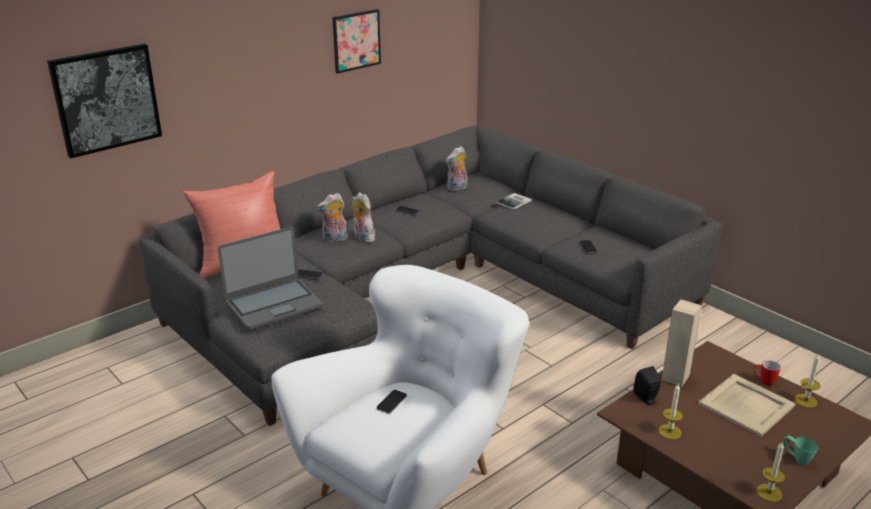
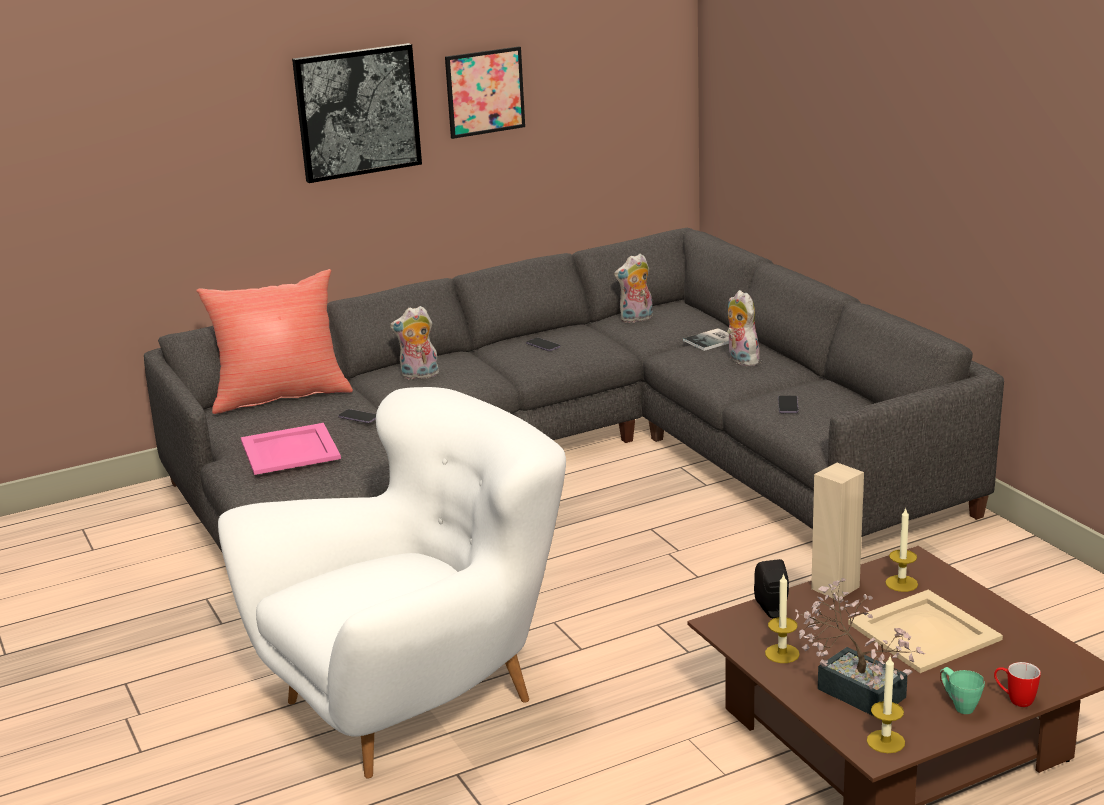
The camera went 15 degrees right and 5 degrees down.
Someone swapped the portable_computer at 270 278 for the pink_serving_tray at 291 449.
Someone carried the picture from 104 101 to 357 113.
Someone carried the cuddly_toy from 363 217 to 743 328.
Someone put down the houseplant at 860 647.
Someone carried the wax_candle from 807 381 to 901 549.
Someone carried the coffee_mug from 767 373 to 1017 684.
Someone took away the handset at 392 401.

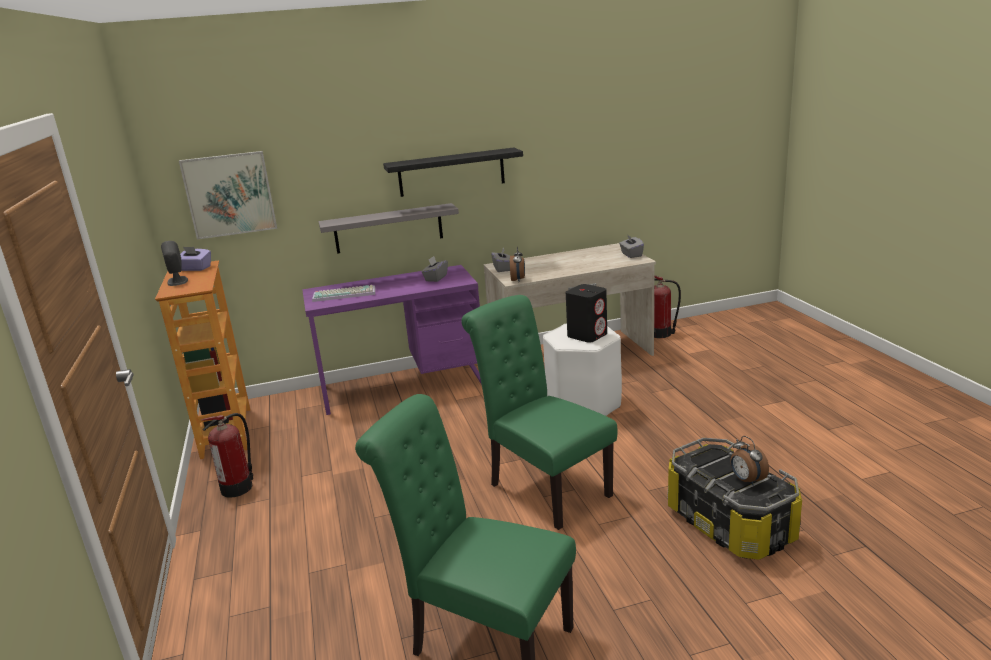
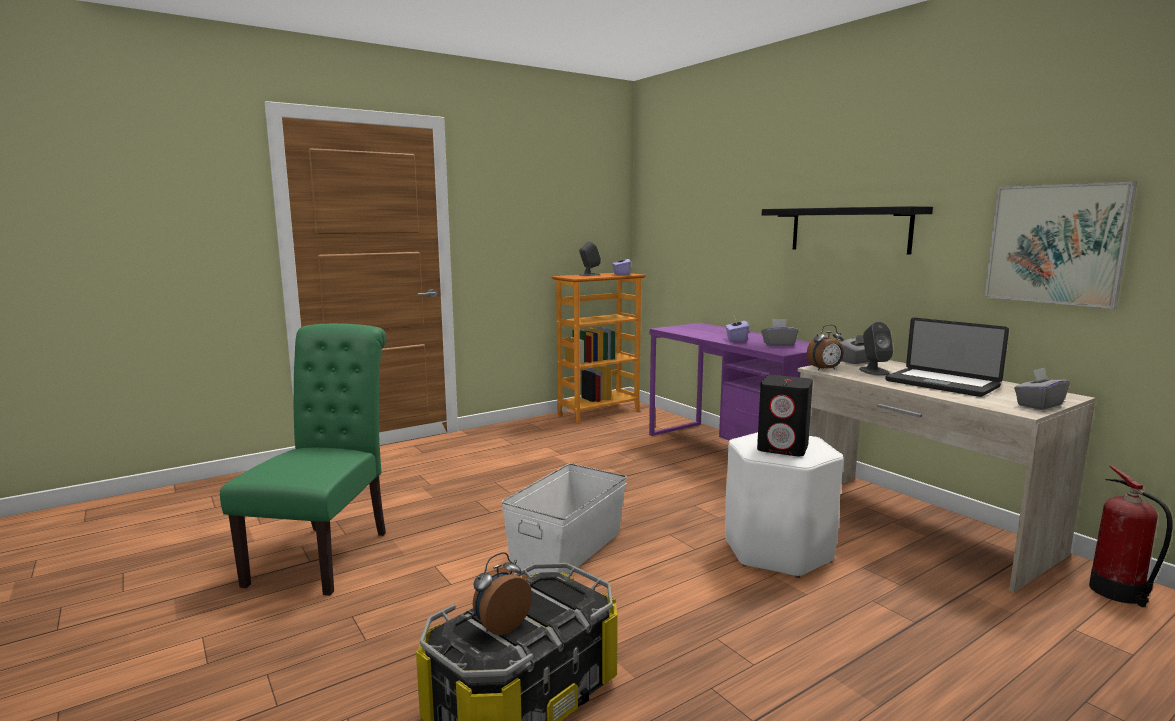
The camera went 70 degrees right and 10 degrees down.
Someone swapped the green-coloured_chair at 539 412 for the white_storage_container at 564 519.
Someone put down the purple-coloured_box_of_tissues at 737 330.
Someone put down the greyish_audio_speaker at 876 349.
Someone put down the portable_computer at 947 357.
Someone carried the picture from 228 195 to 1060 245.
Someone took away the fire_extinguisher at 227 455.
Someone took away the computer_keyboard at 343 293.
Someone took away the greyish_wall_shelf at 388 228.

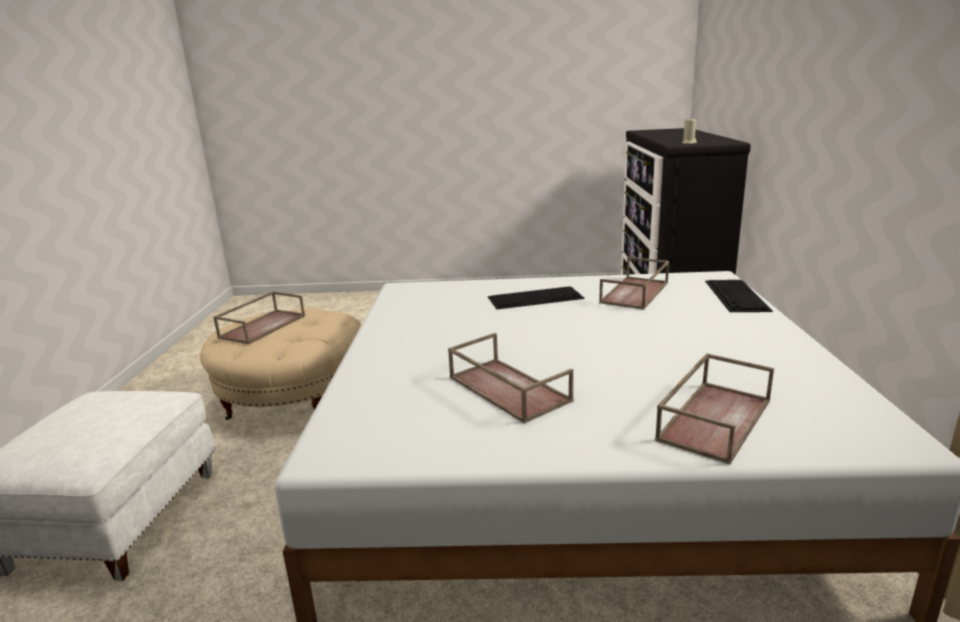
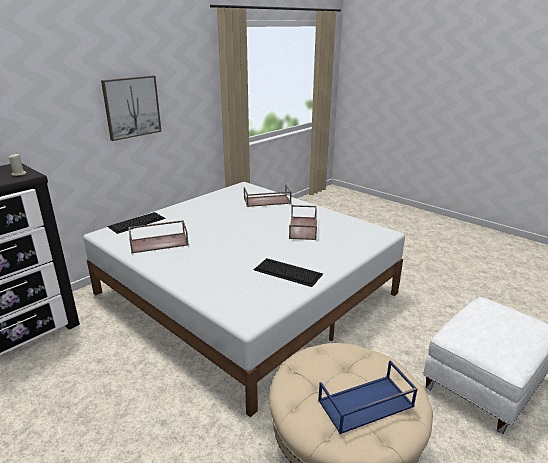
The camera went 140 degrees left and 5 degrees up.
Someone put up the picture at 131 108.
Someone carried the computer_keyboard from 536 298 to 288 272.
Someone repainted the brown-coloured_serving_tray at 259 317, which became the blue-coloured_serving_tray at 368 397.

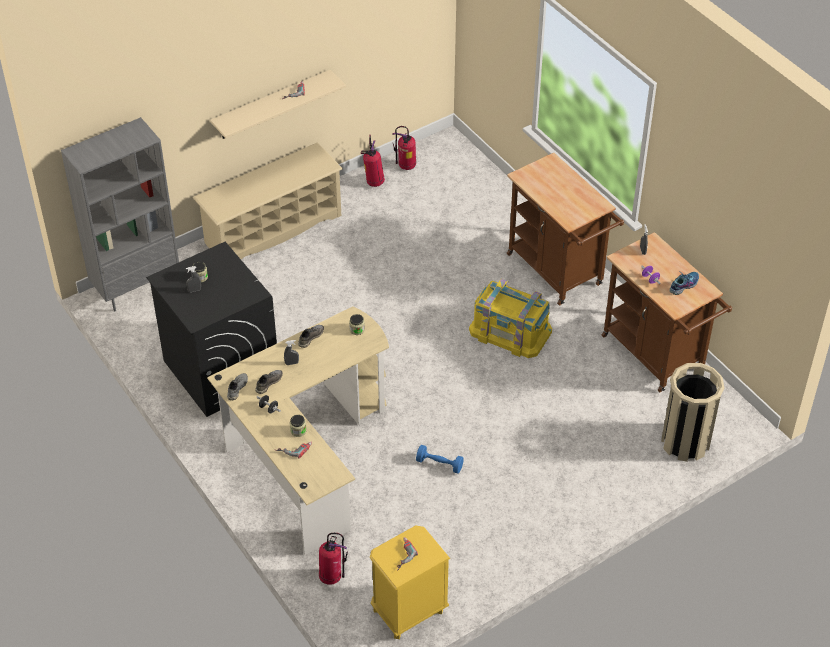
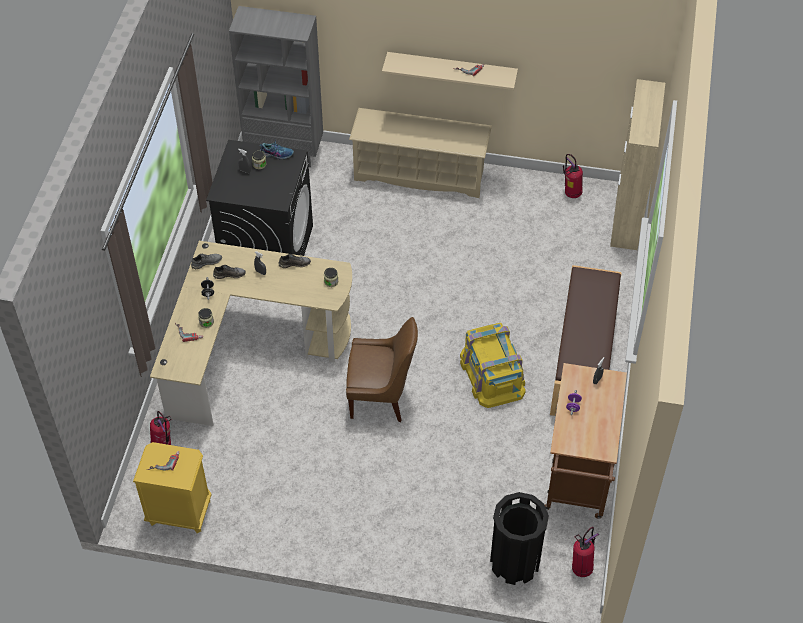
The camera went 45 degrees right and 5 degrees up.
Someone carried the low_shoe from 684 283 to 277 150.
Someone put down the brown-coloured_chair at 382 369.
Someone repainted the beige-coloured_waste_bin at 692 412, which became the black_waste_bin at 519 538.
Someone swapped the brown-coloured_wheeled_cart at 565 229 for the brown-coloured_indoor_bench at 586 340.
Someone carried the fire_extinguisher from 373 161 to 585 552.
Someone put down the beige-coloured_cabinet at 637 164.
Someone took away the blue-coloured_dumbbell at 440 459.

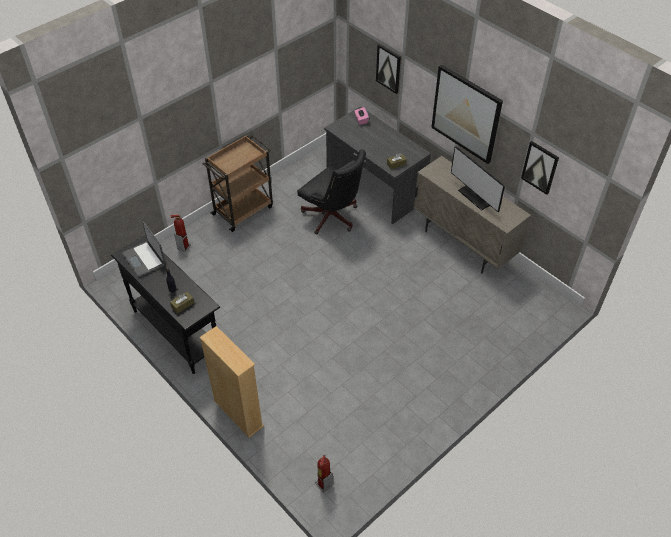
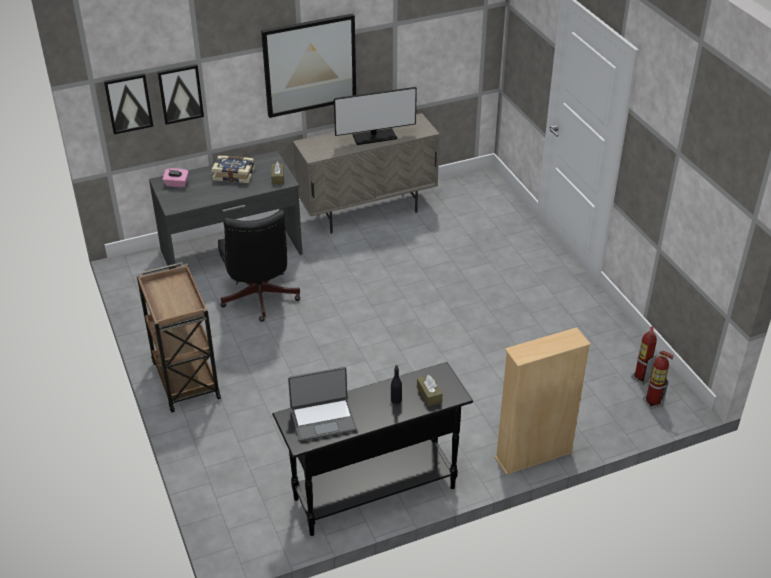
The camera went 70 degrees left and 10 degrees down.
Someone carried the picture from 540 168 to 128 104.
Someone put down the book at 233 169.
Someone rotated the black_computer_chair at 331 191 by 105 degrees clockwise.
Someone carried the fire_extinguisher from 181 233 to 644 355.

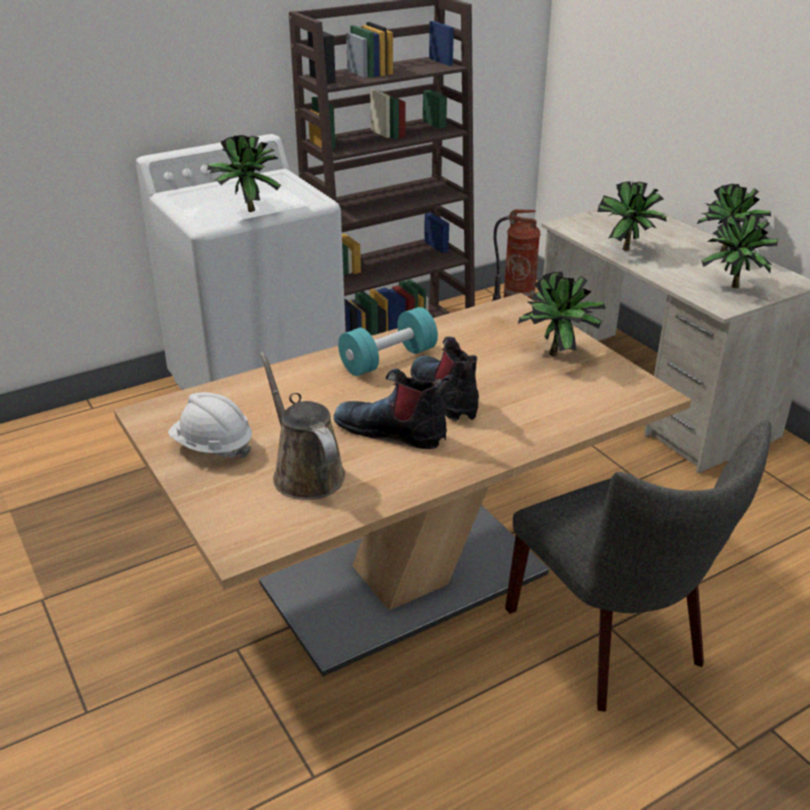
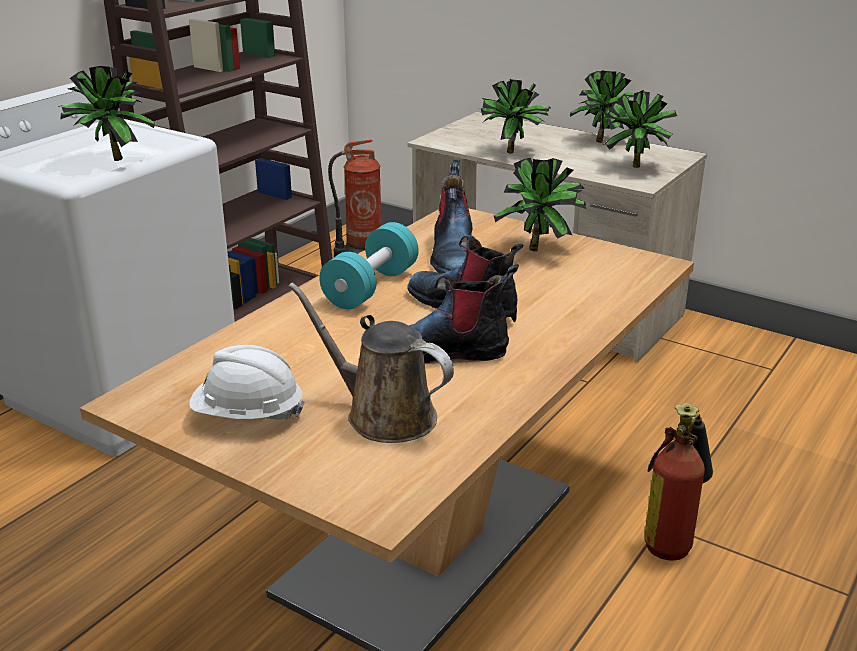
The camera went 25 degrees left and 5 degrees down.
Someone put down the boot at 451 217.
Someone swapped the greyish_chair at 638 566 for the fire_extinguisher at 678 481.

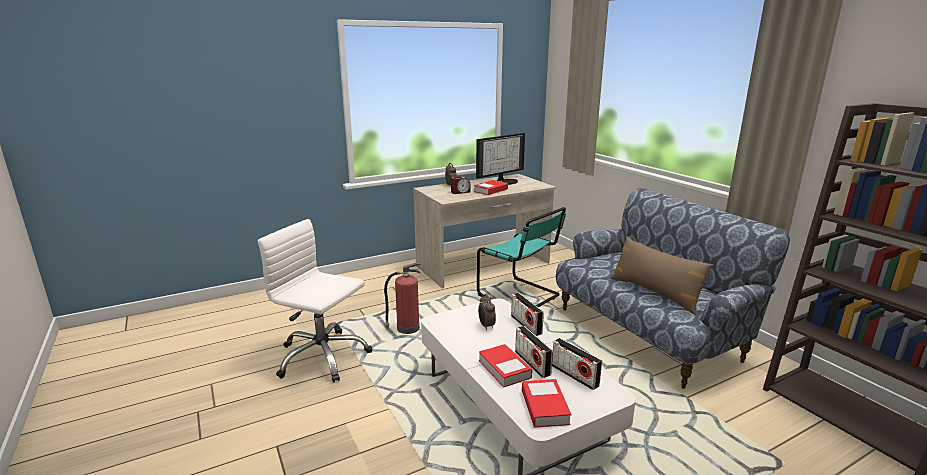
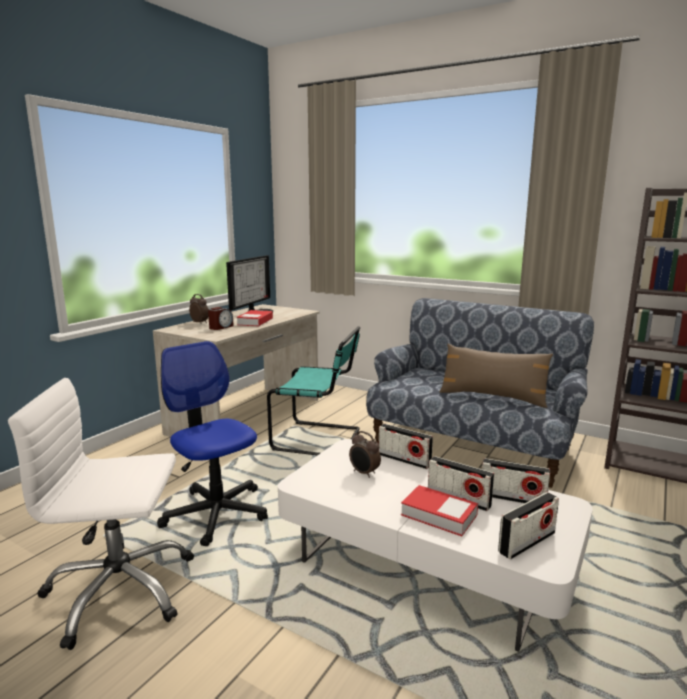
The camera went 30 degrees left and 5 degrees down.
Someone swapped the fire_extinguisher at 402 298 for the computer_chair at 212 443.
Someone swapped the book at 546 403 for the radio_receiver at 528 525.

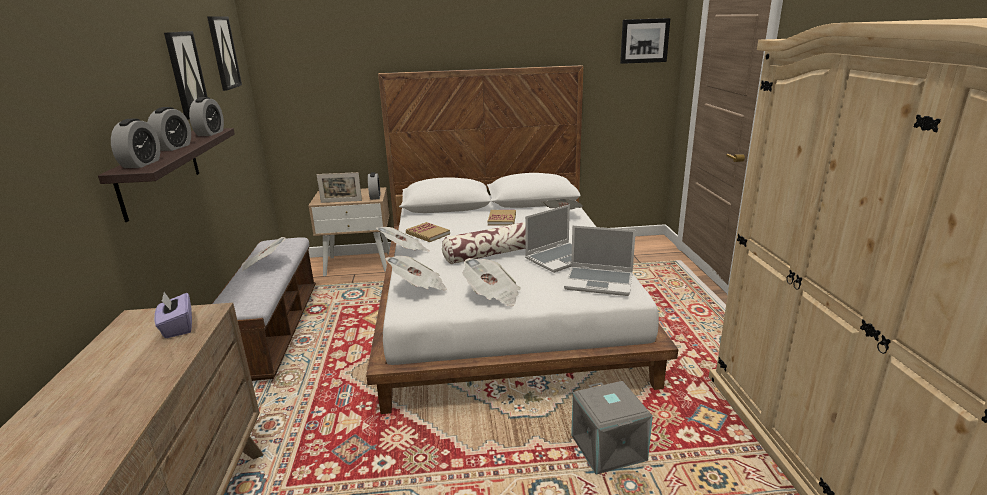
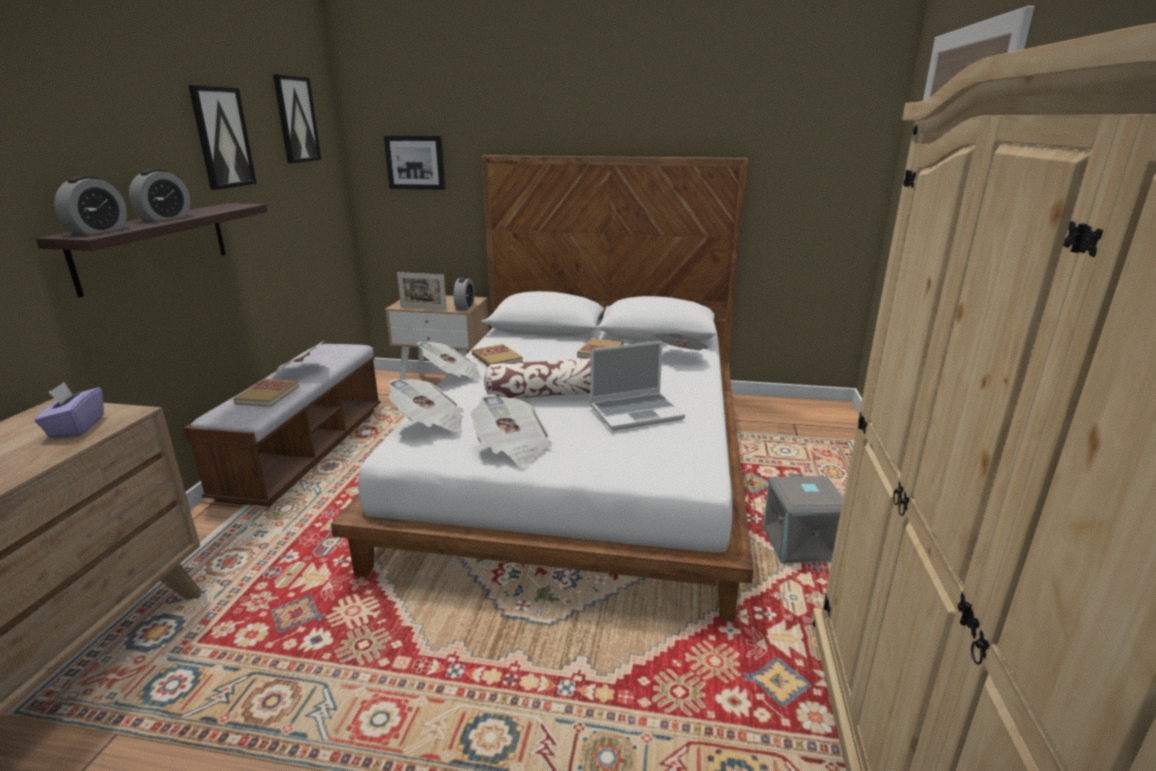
The camera went 15 degrees right and 0 degrees up.
Someone put down the book at 266 393.
Someone carried the picture from 645 41 to 414 162.
Someone carried the greyish_storage_container from 612 427 to 803 518.
Someone took away the table_clock at 206 116.
Someone took away the portable_computer at 600 260.

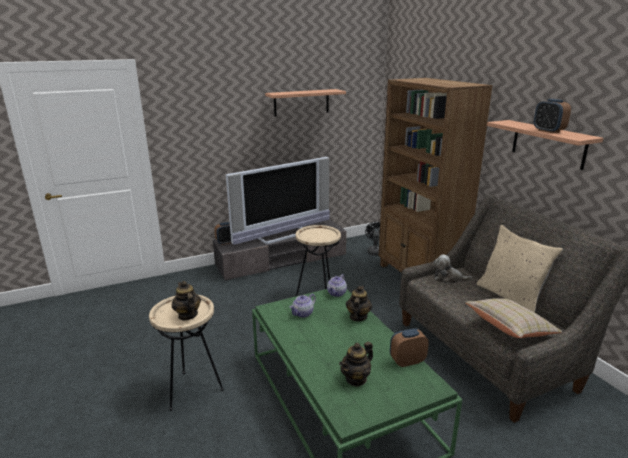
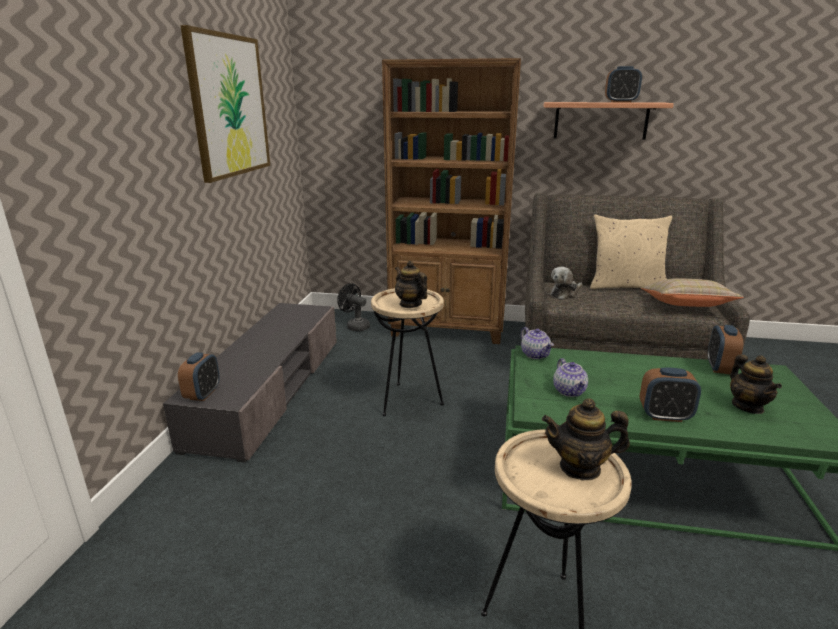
The camera went 55 degrees left and 0 degrees up.
Someone swapped the wall_shelf at 305 103 for the picture at 225 104.
Someone carried the pot_for_tea from 359 303 to 411 284.
Someone put down the table_clock at 670 395.
Someone took away the television at 278 201.

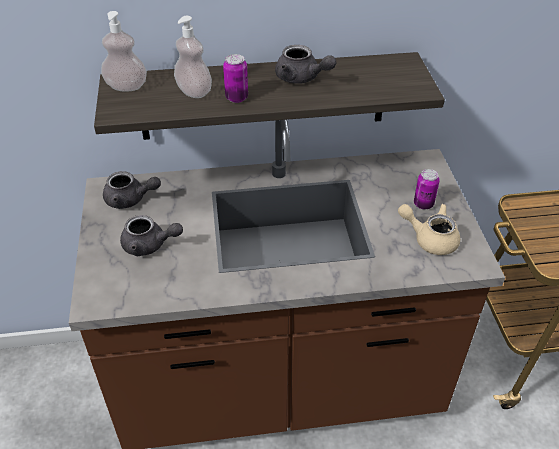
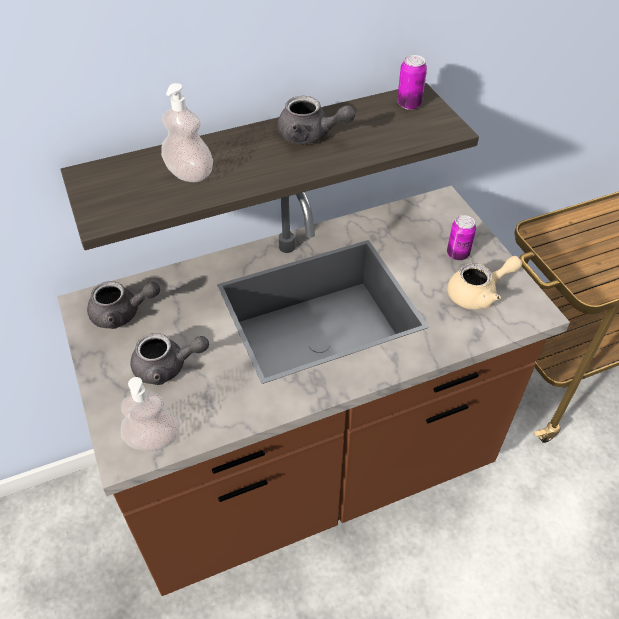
The camera went 15 degrees left and 5 degrees up.
Someone carried the soap_dispenser from 124 51 to 150 414.
Someone carried the sealed_can from 235 78 to 412 82.
Someone rotated the beige-coloured_pot_for_tea at 429 229 by 150 degrees clockwise.

